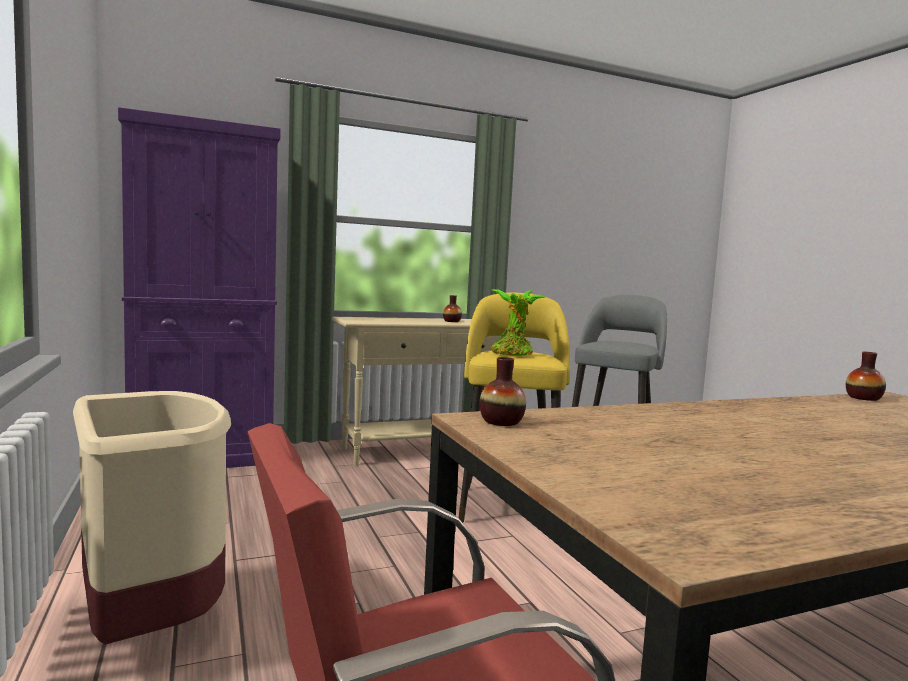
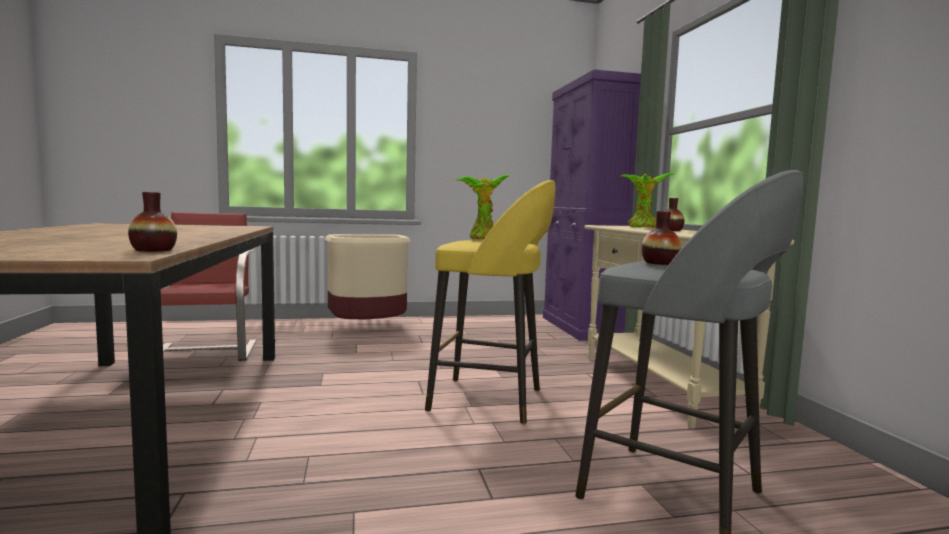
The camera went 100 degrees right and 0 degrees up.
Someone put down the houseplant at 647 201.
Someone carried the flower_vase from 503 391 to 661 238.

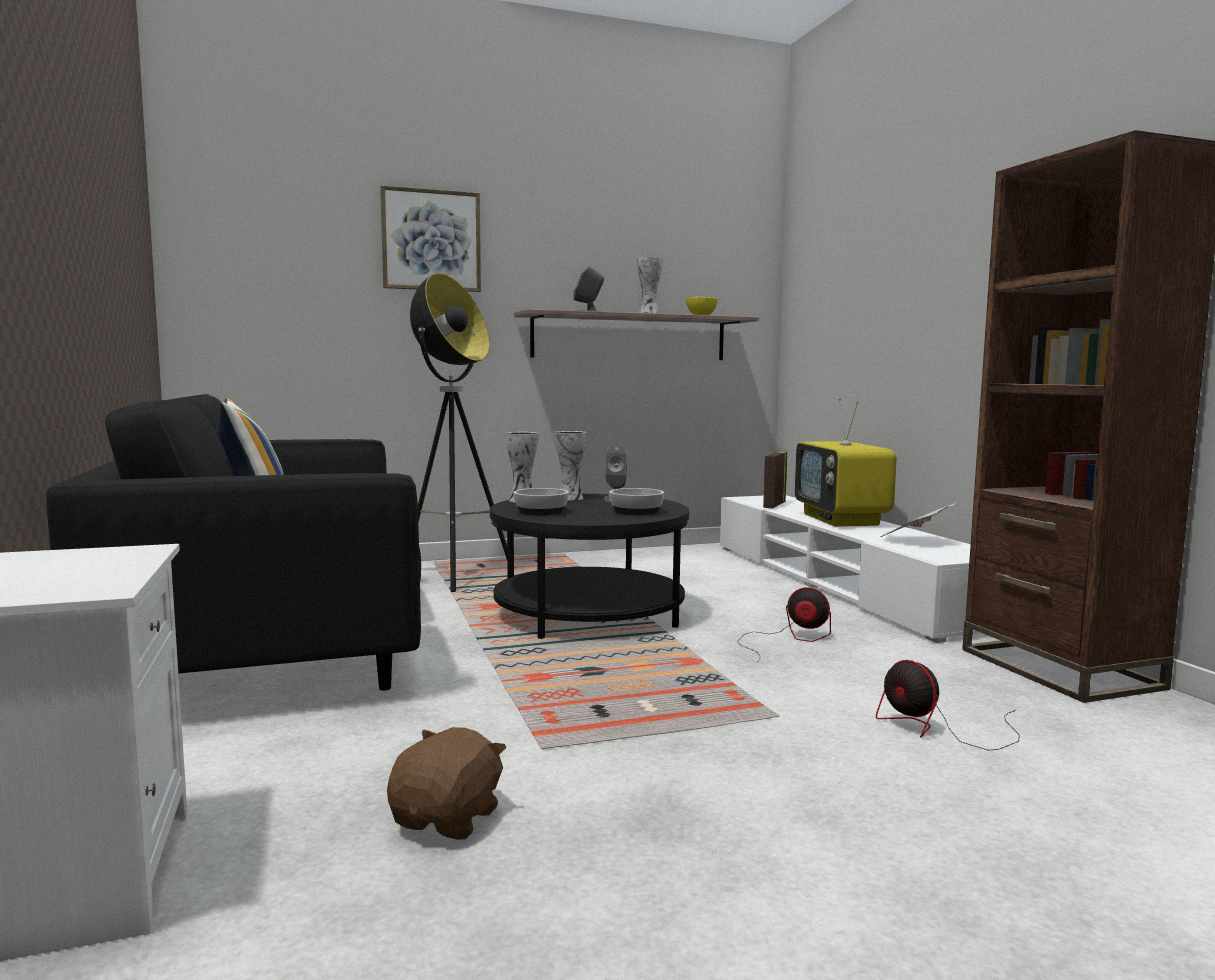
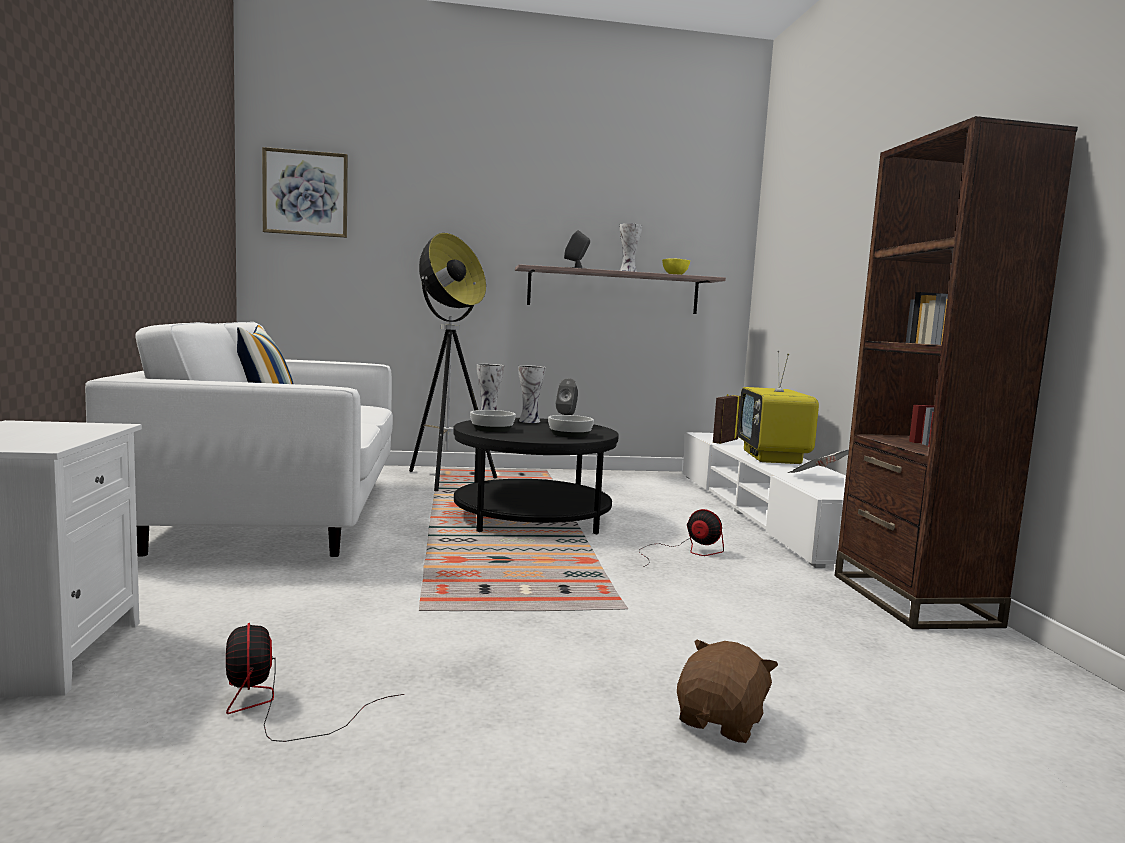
The camera went 10 degrees right and 0 degrees up.
Someone repainted the black_settee at 233 542, which became the white_settee at 239 439.
Someone carried the electric_fan from 947 705 to 315 682.
Someone carried the picture from 430 238 to 305 192.
Someone carried the brown-coloured_cuddly_toy from 446 783 to 727 691.

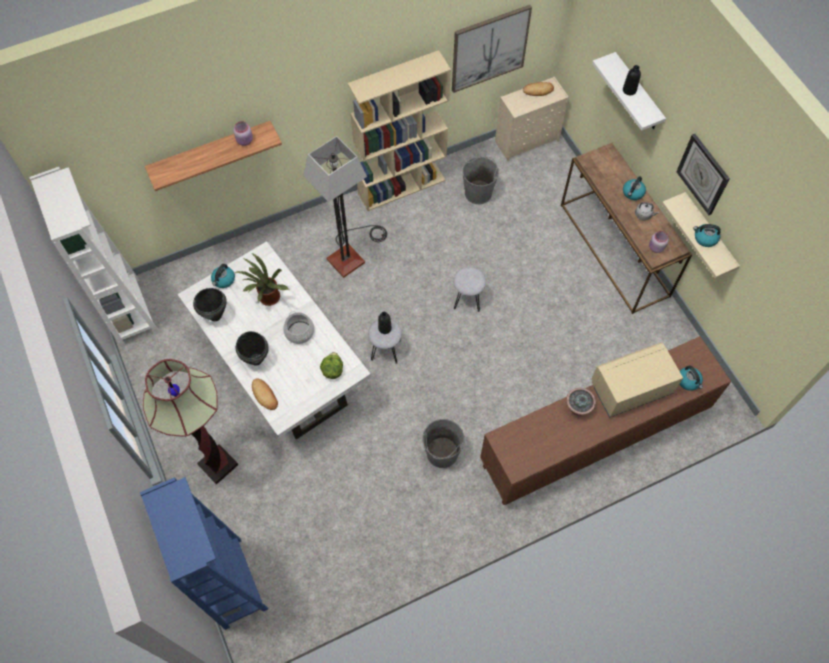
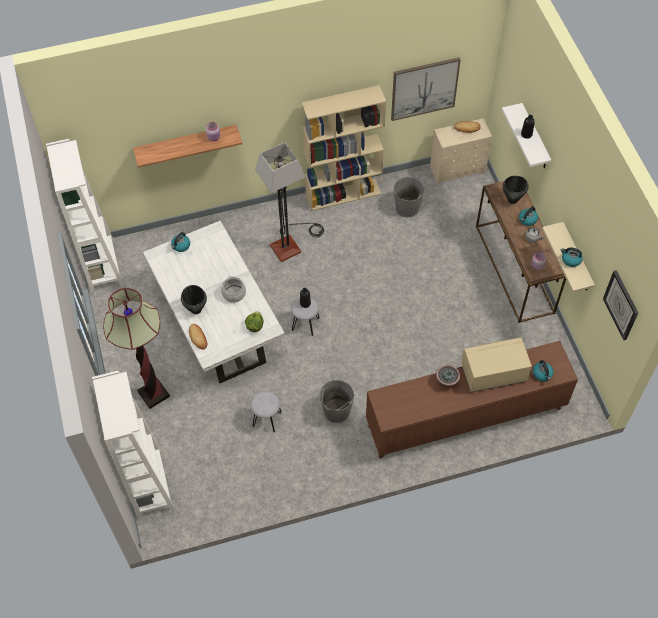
The camera went 10 degrees right and 5 degrees down.
Someone repainted the blue-coloured_shelving_unit at 204 553, which became the white_shelving_unit at 133 444.
Someone carried the greyish_sitting_stool from 469 289 to 266 411.
Someone carried the black_saucepot from 210 304 to 516 190.
Someone carried the clock_on_the_wall from 703 174 to 620 305.
Someone took away the houseplant at 261 279.

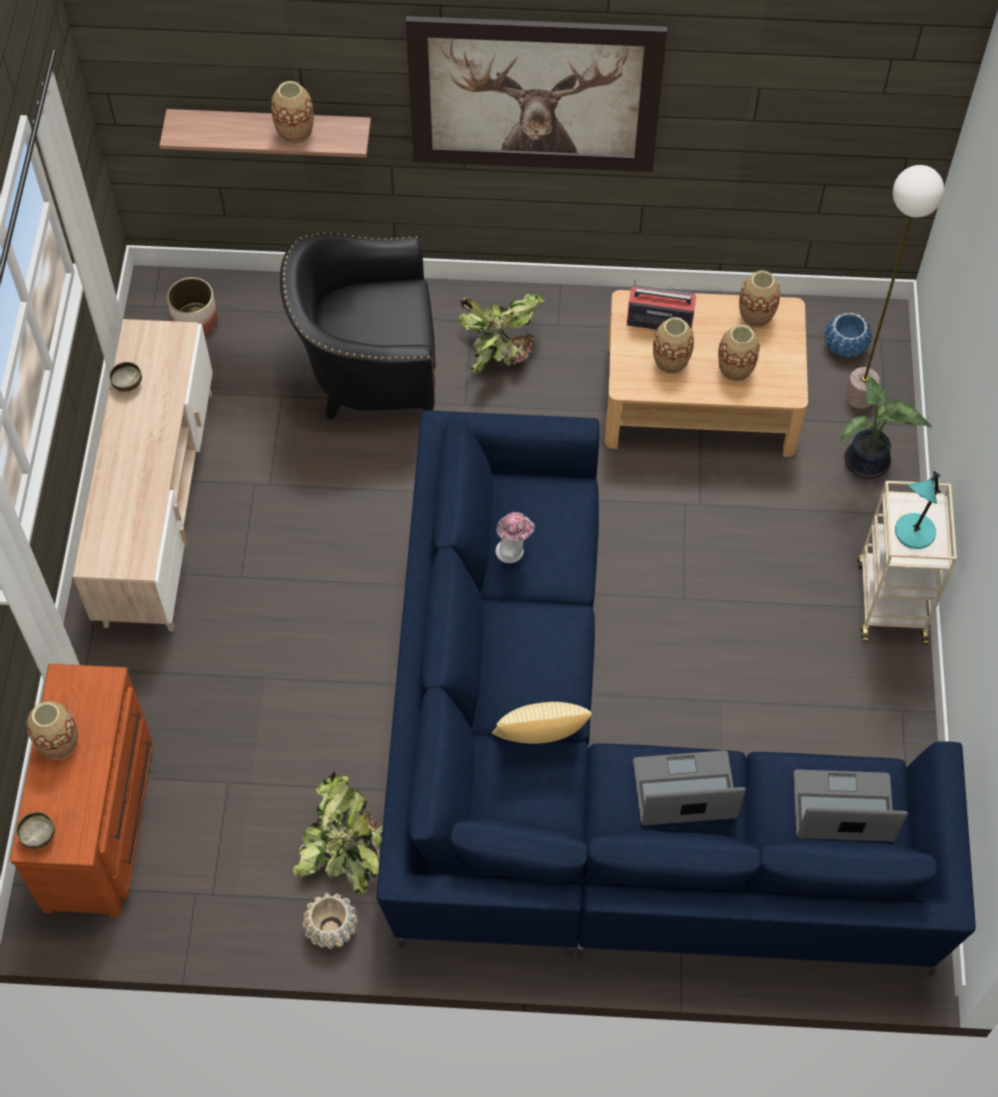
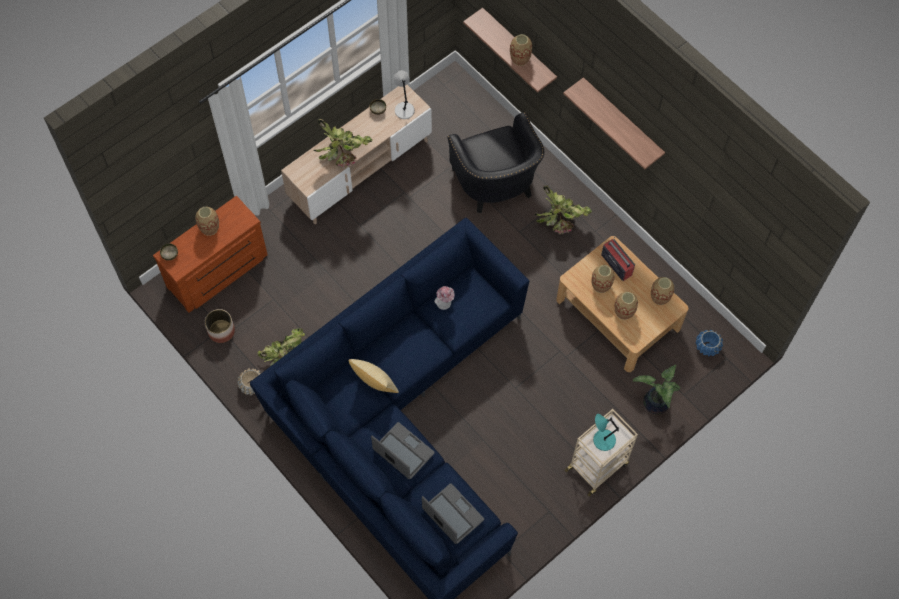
The camera went 45 degrees right and 5 degrees up.
Someone carried the flower_pot from 192 306 to 220 326.
Someone put down the houseplant at 342 143.
Someone put down the greyish_lamp_for_a_table at 404 94.
Someone rotated the black_armchair at 357 326 by 150 degrees counterclockwise.
Someone swapped the picture at 536 94 for the wall_shelf at 614 123.
Someone took away the floor_lamp at 894 287.

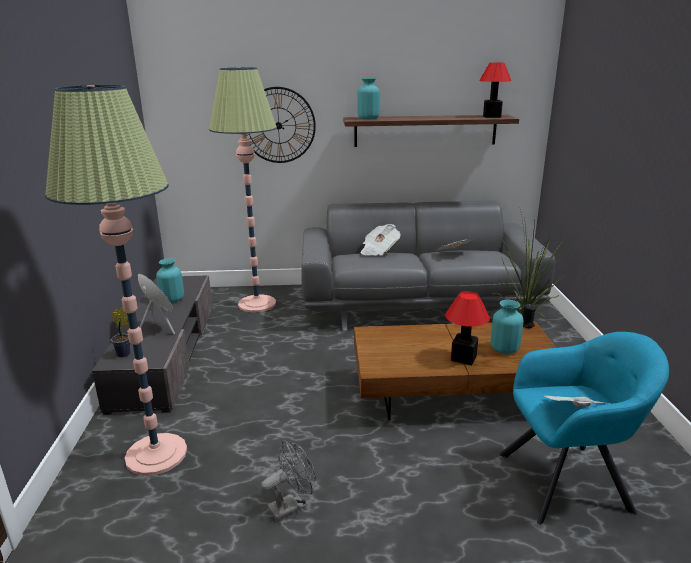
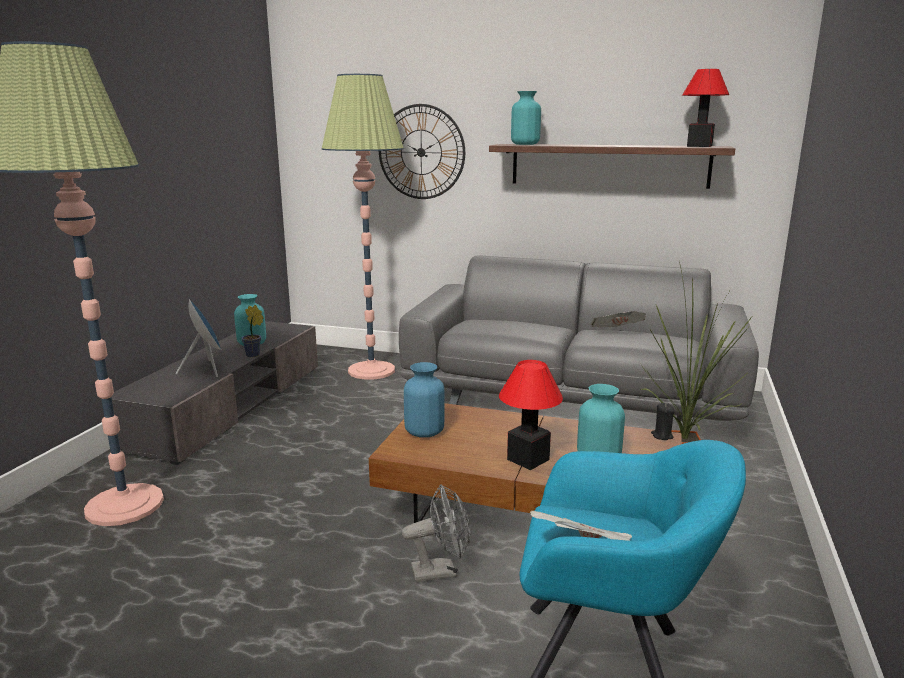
The camera went 20 degrees right and 5 degrees down.
Someone carried the houseplant from 120 332 to 252 331.
Someone carried the greyish_electric_fan from 288 480 to 436 533.
Someone put down the blue-coloured_flower_vase at 424 400.
Someone took away the daily_paper at 380 240.

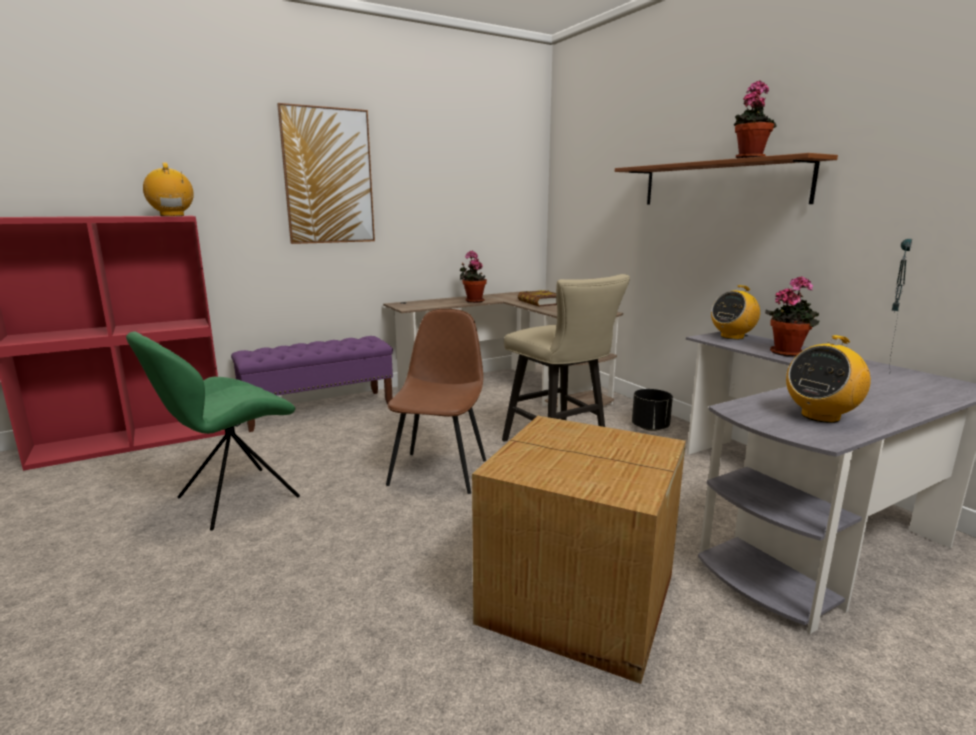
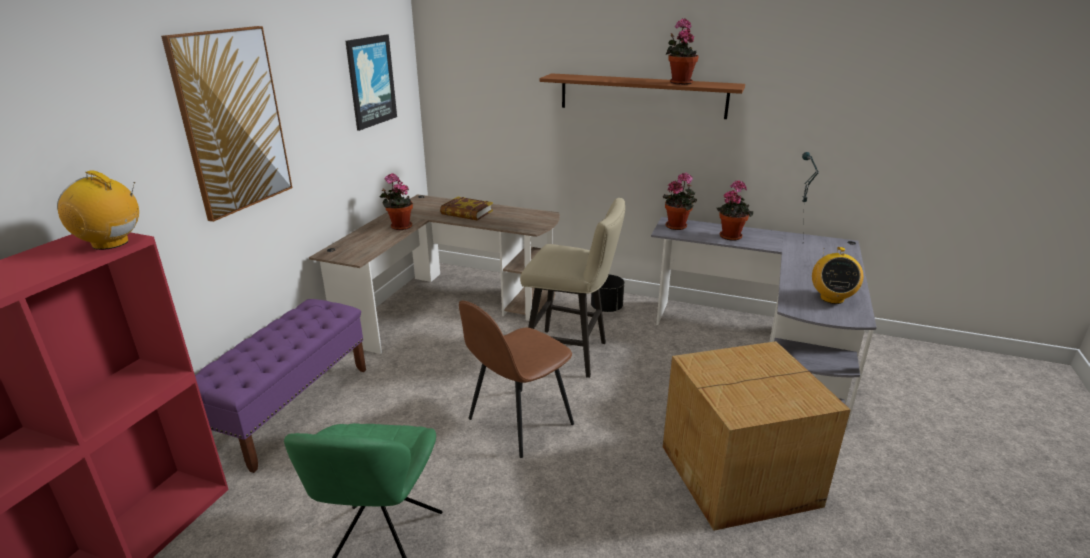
The camera went 40 degrees left and 10 degrees up.
Someone put up the picture at 371 83.
Someone rotated the brown-coloured_chair at 436 401 by 105 degrees counterclockwise.
Someone swapped the radio_receiver at 735 312 for the houseplant at 680 201.

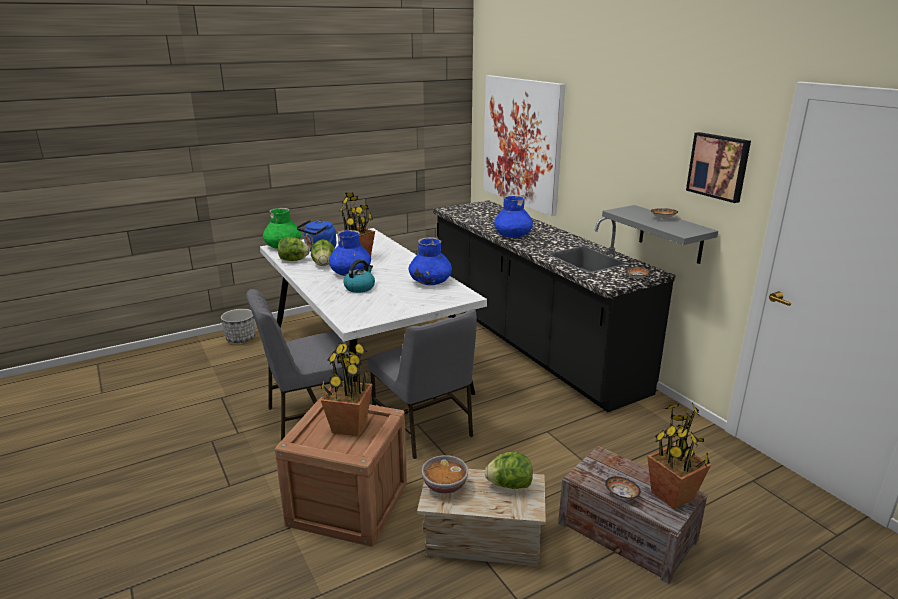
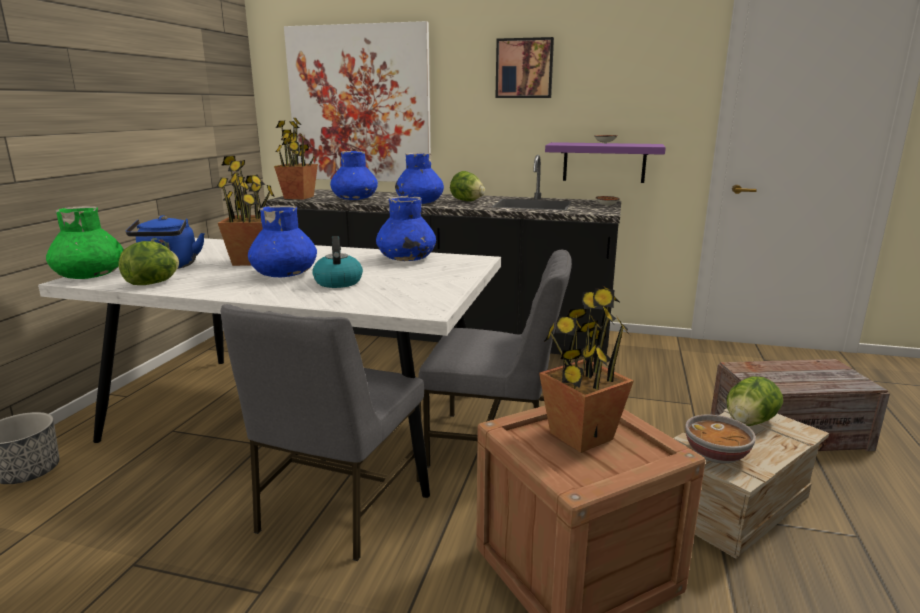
The camera went 45 degrees left and 5 degrees down.
Someone carried the houseplant from 679 456 to 296 159.
Someone put down the blue-coloured_flower_vase at 354 175.
Someone carried the lettuce from 323 252 to 467 186.
Someone carried the picture from 718 167 to 525 67.
Someone repainted the greyish_wall_shelf at 660 234, which became the purple-coloured_wall_shelf at 605 162.
Someone took away the bowl at 623 487.

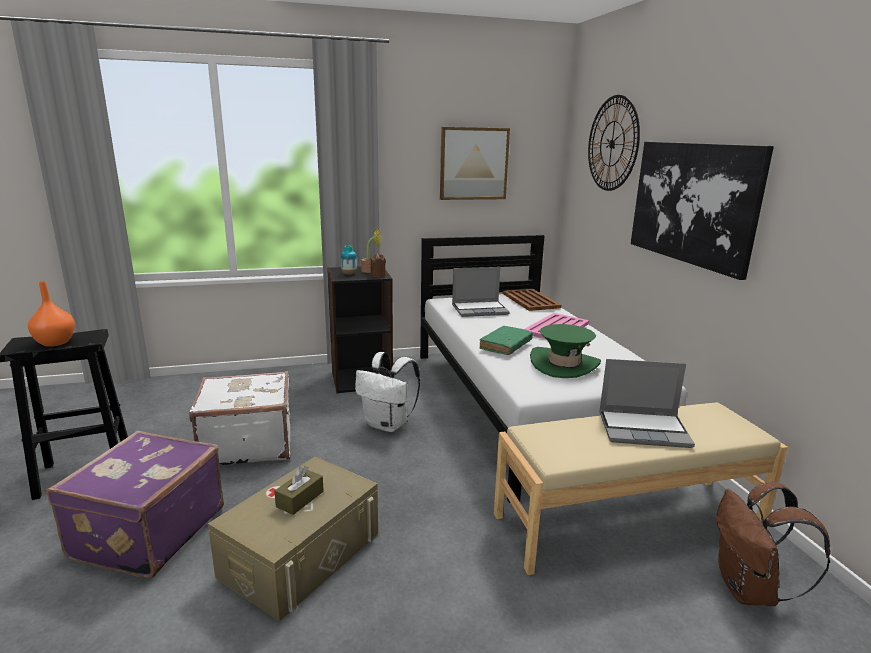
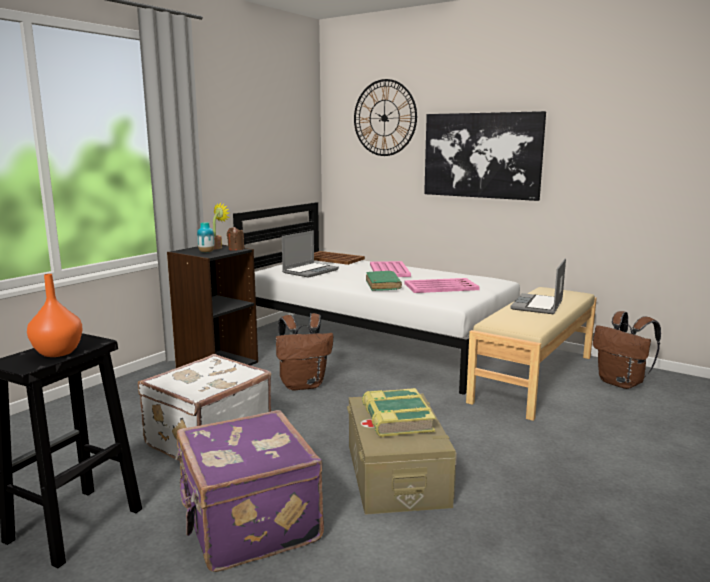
The camera went 40 degrees left and 5 degrees down.
Someone repainted the white_knapsack at 387 392, which became the brown-coloured_knapsack at 304 352.
Someone swapped the brown-coloured_box_of_tissues at 299 490 for the book at 399 412.
Someone swapped the green-coloured_clothing_hat at 565 351 for the pink_serving_tray at 442 285.
Someone rotated the portable_computer at 647 403 by 150 degrees clockwise.
Someone took away the picture at 475 163.

